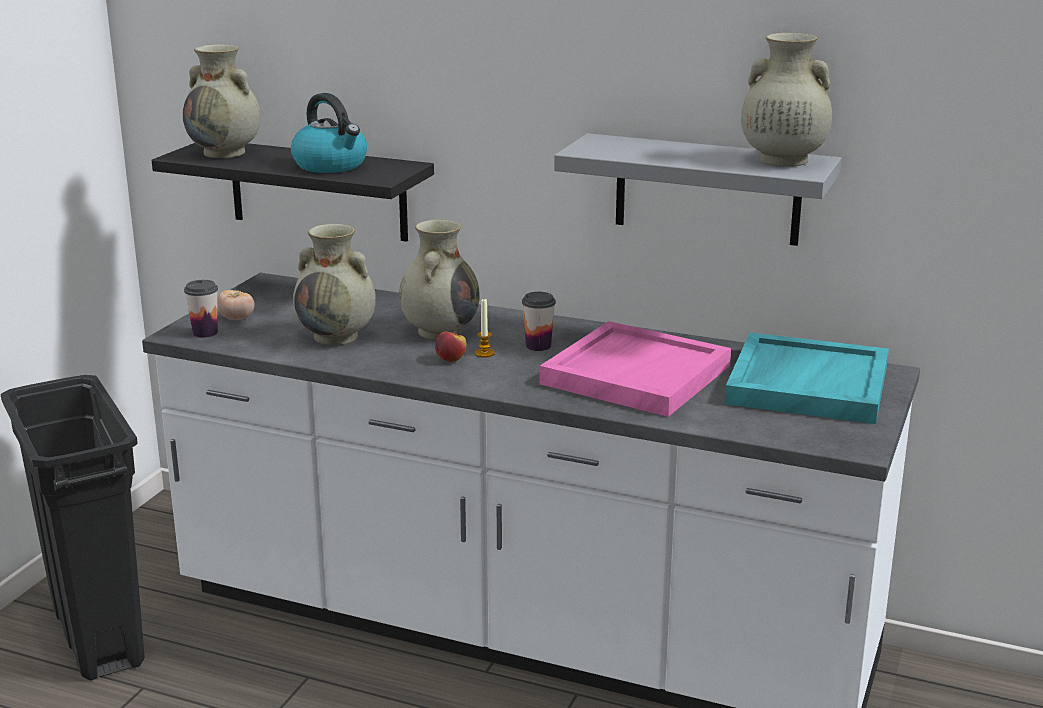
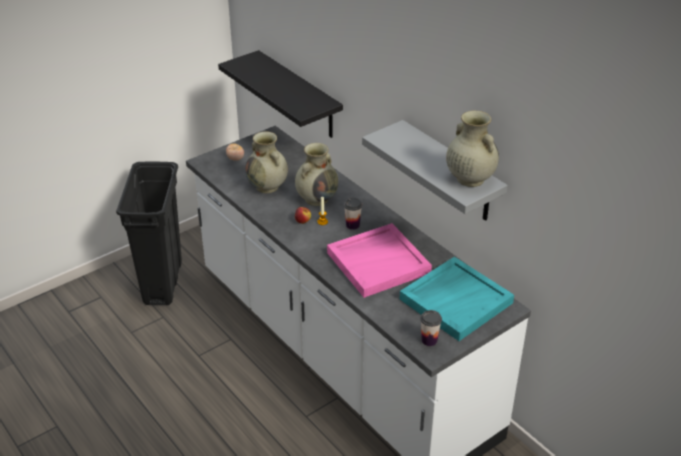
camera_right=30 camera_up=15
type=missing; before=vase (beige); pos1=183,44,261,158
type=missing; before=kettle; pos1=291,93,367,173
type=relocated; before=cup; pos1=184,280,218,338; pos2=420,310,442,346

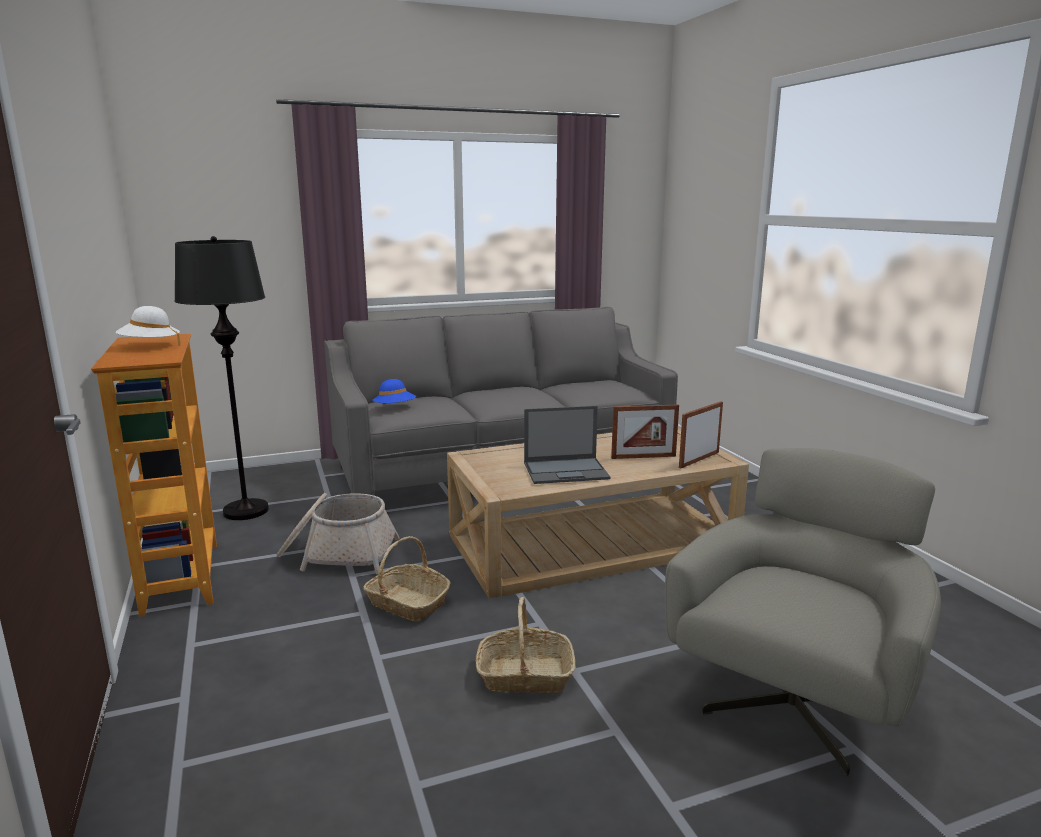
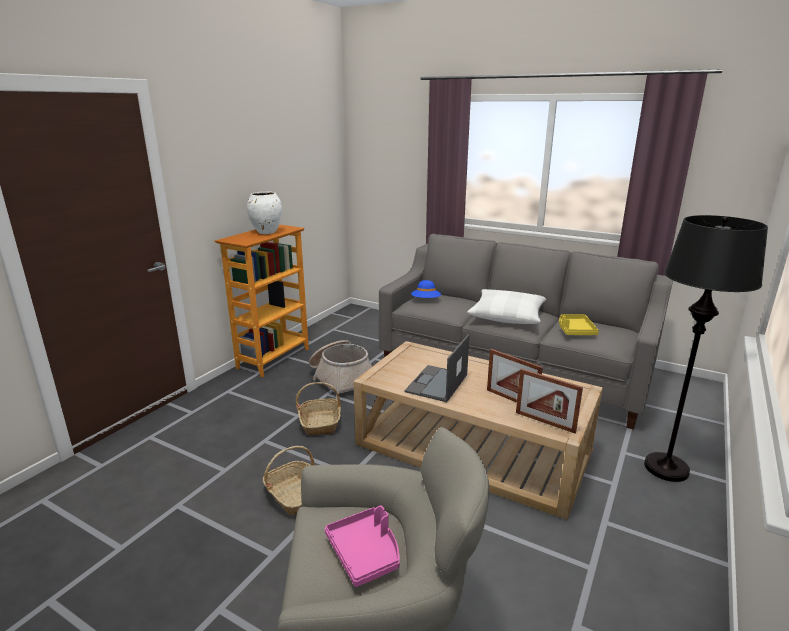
camera_right=50 camera_up=5
type=appeared; after=tray (pink); pos2=325,505,400,587
type=appeared; after=pillow (white); pos2=467,289,546,324
type=appeared; after=tray (yellow); pos2=559,314,599,335
type=relocated; before=floor lamp (black); pos1=174,236,269,520; pos2=644,215,768,482
type=exchanged; before=hat (white); after=vase (white); pos1=116,306,181,346; pos2=247,192,282,234
type=spun; before=laptop; pos1=524,406,610,484; pos2=404,334,469,402; turn=75
type=spun; before=picture frame; pos1=679,401,723,468; pos2=516,368,583,433; turn=-150

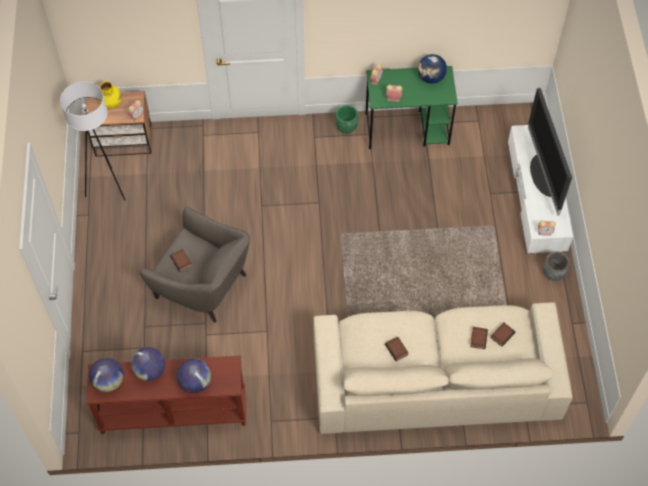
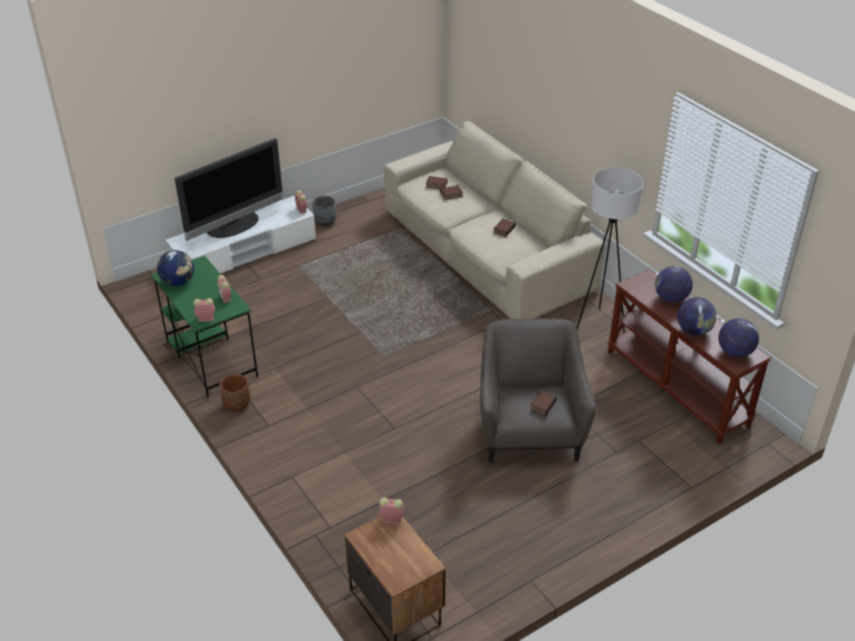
camera_right=-120 camera_up=-20
type=missing; before=vase (yellow); pos1=98,81,122,109
type=relocated; before=floor lamp (white); pos1=60,81,125,200; pos2=577,168,643,333
type=colour; before=planter (green); after=planter (brown); pos1=336,105,358,133; pos2=219,374,251,412

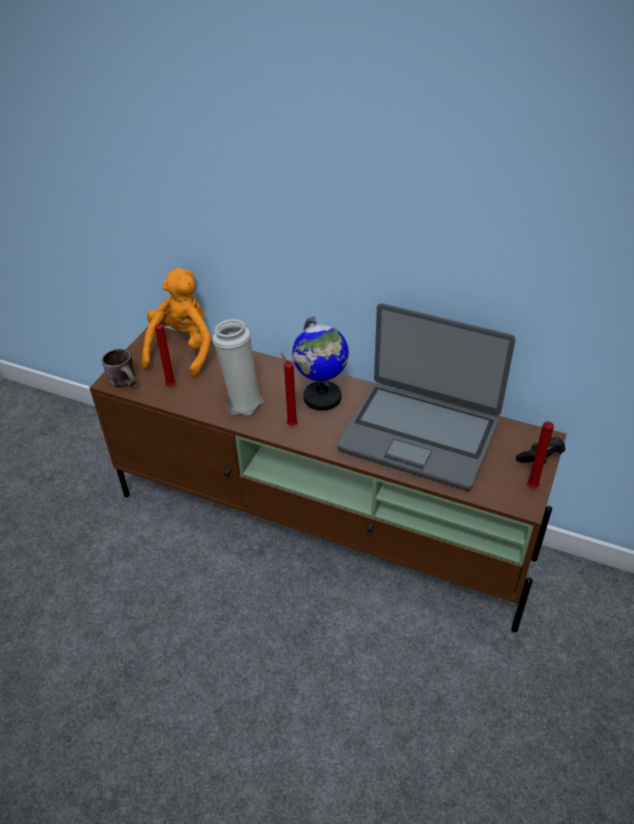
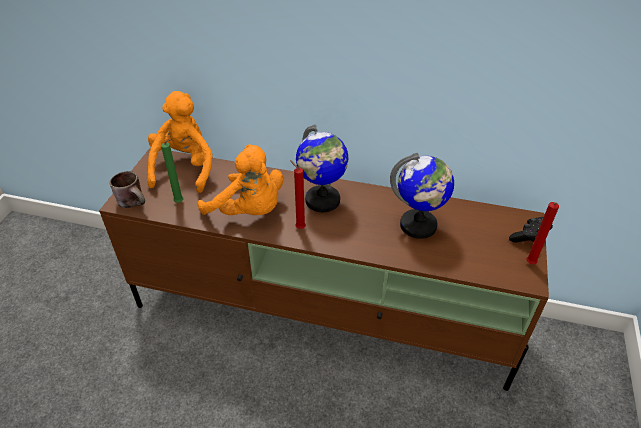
camera_right=-10 camera_up=0
type=exchanged; before=vase (white); after=plush toy (orange); pos1=212,319,264,415; pos2=198,145,283,215
type=exchanged; before=laptop; after=globe; pos1=337,303,515,491; pos2=390,153,454,239
type=colour; before=candle (red); after=candle (green); pos1=155,321,176,386; pos2=161,139,183,203

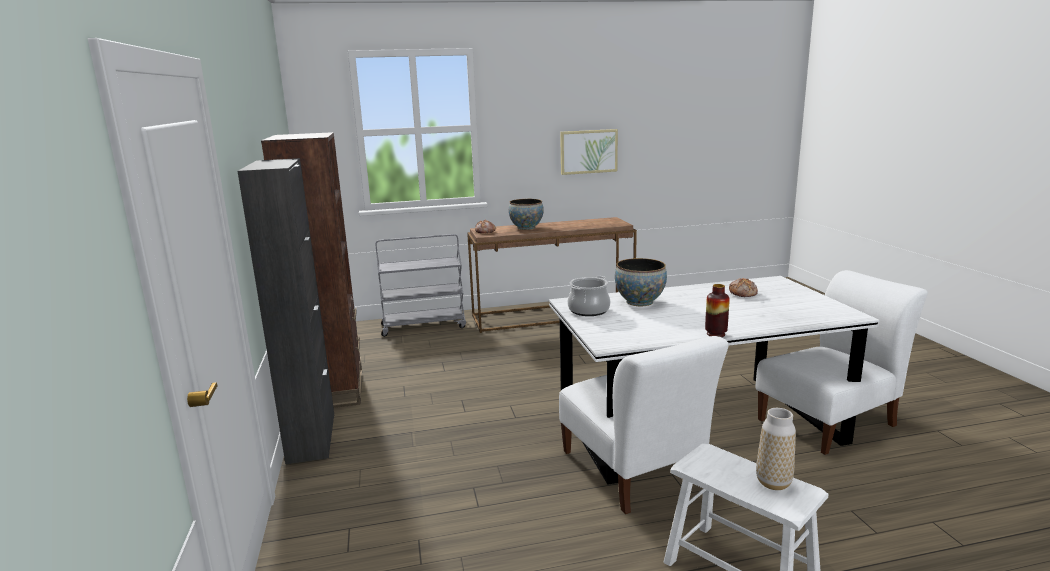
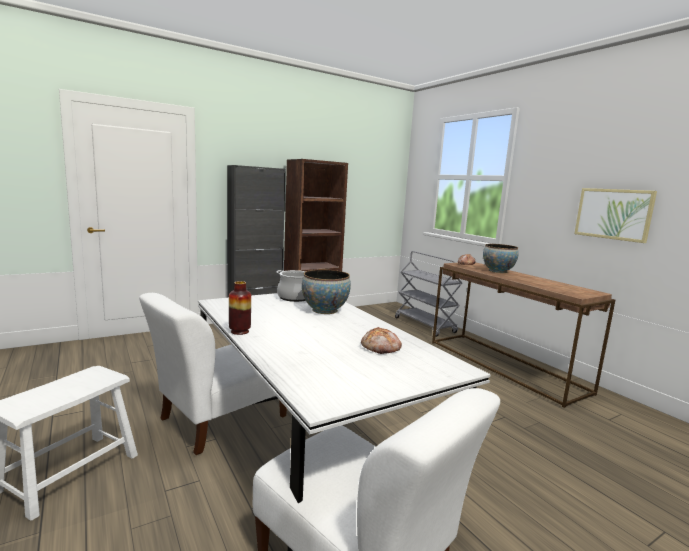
camera_right=70 camera_up=-5
type=missing; before=vase; pos1=756,408,796,490

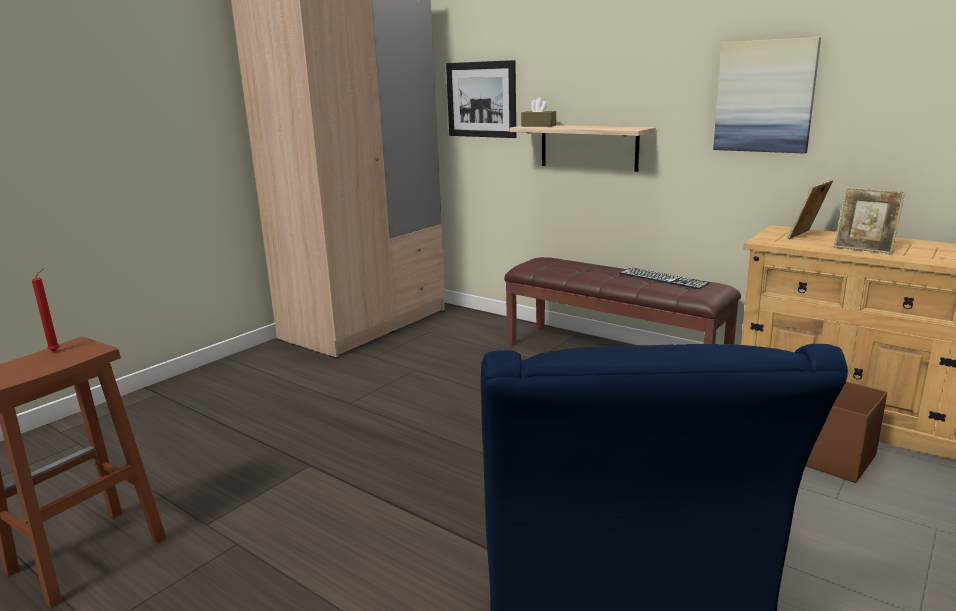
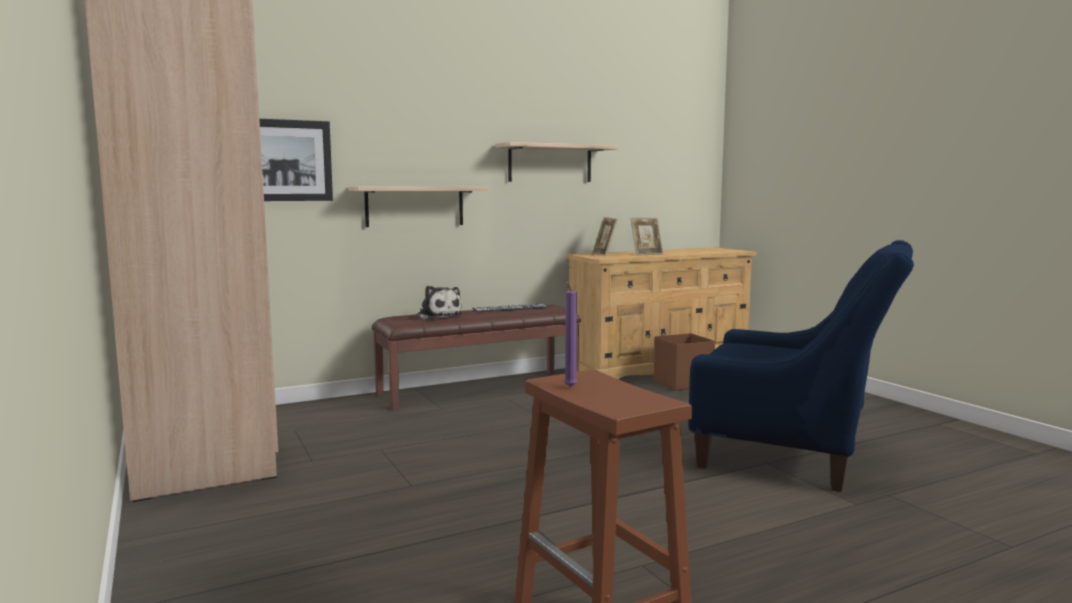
camera_right=-65 camera_up=-10
type=missing; before=tissue box (brown); pos1=521,98,556,127
type=appeared; after=plush toy; pos2=417,286,462,319
type=exchanged; before=picture; after=shelf; pos1=713,37,821,154; pos2=496,142,619,182
type=colour; before=candle (red); after=candle (purple); pos1=32,268,60,352; pos2=564,280,577,387

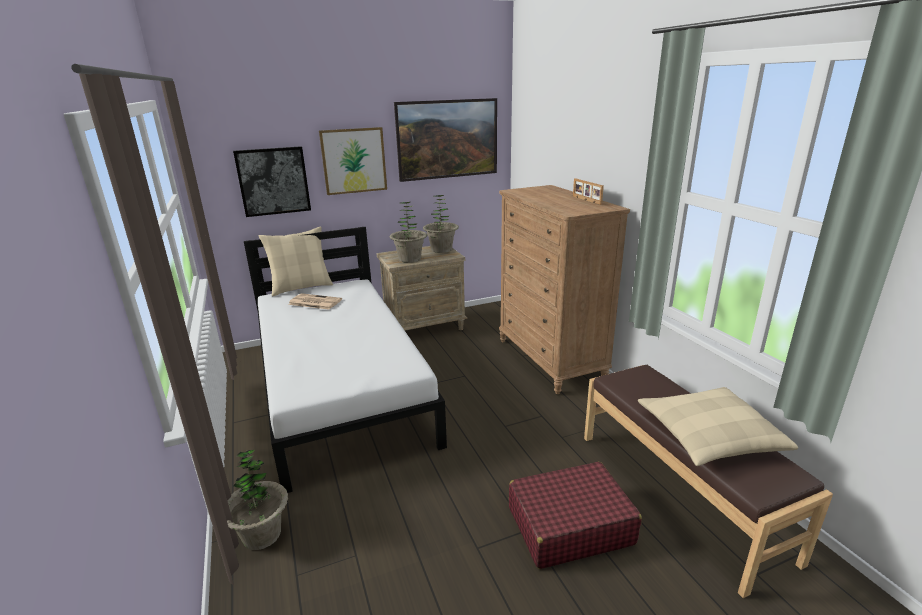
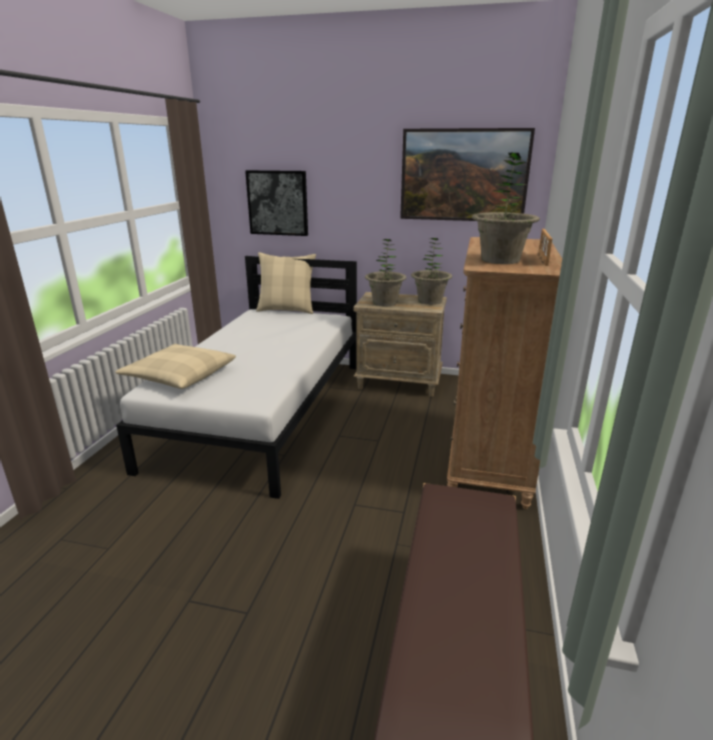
camera_right=35 camera_up=0
type=missing; before=newspaper; pos1=288,293,342,310
type=missing; before=picture; pos1=319,127,387,195
type=missing; before=suitcase (red); pos1=509,462,642,569
type=relocated; before=potted plant; pos1=227,450,288,550; pos2=472,153,540,264
type=relocated; before=pillow (beige); pos1=638,387,798,466; pos2=115,344,236,389

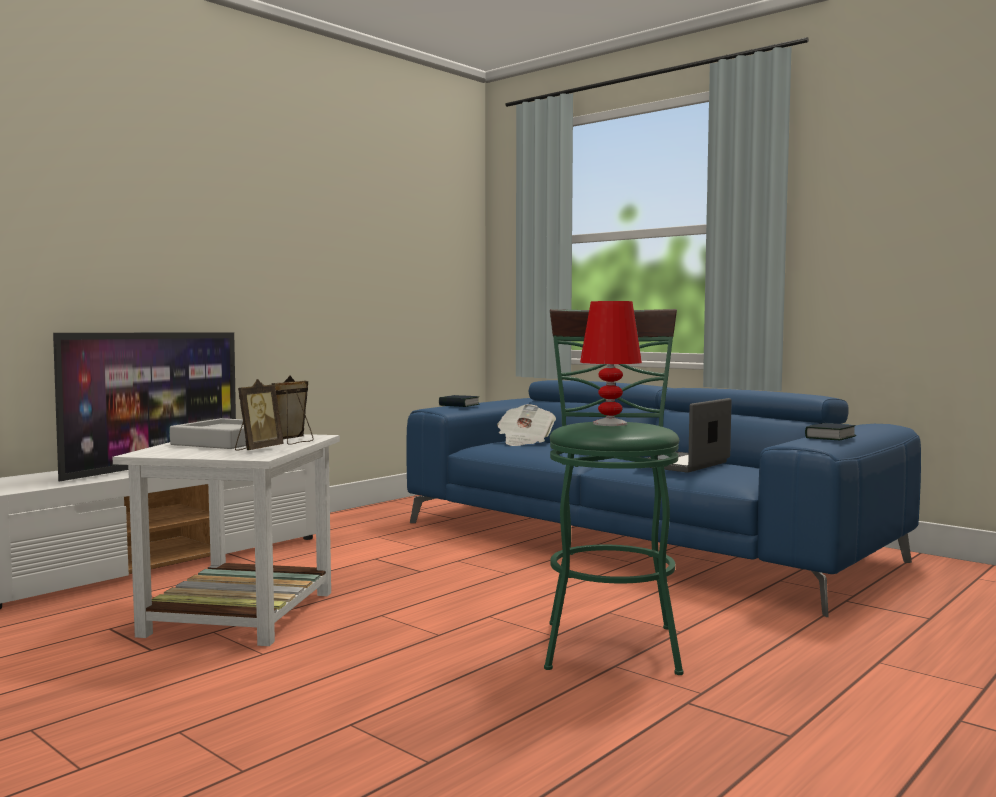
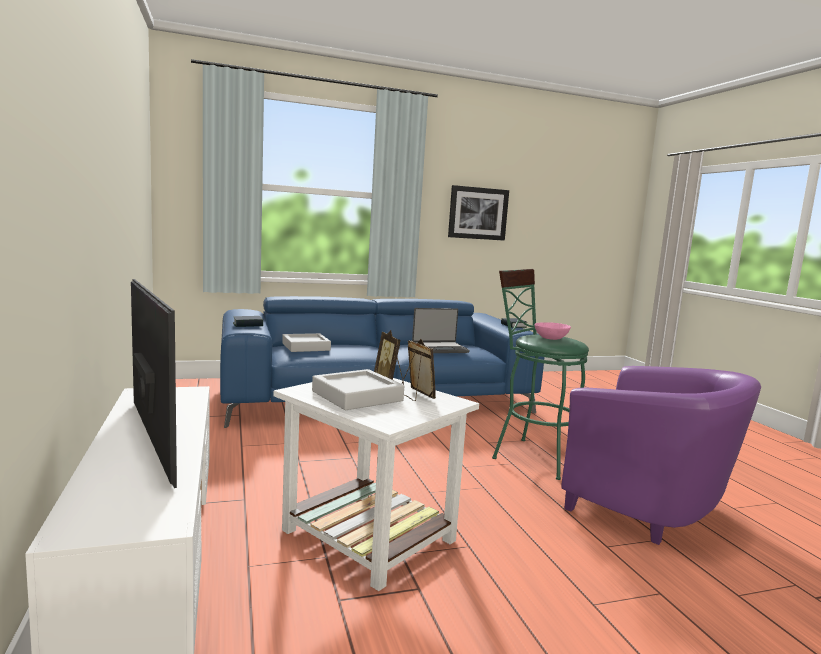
camera_right=-60 camera_up=5
type=appeared; after=picture; pos2=448,185,509,241
type=appeared; after=armchair (purple); pos2=561,366,761,545
type=exchanged; before=newspaper; after=tray (grey); pos1=497,404,556,446; pos2=282,333,331,352
type=exchanged; before=table lamp (red); after=bowl (pink); pos1=580,301,642,426; pos2=534,322,571,340
type=spun; before=laptop; pos1=648,398,732,473; pos2=412,308,470,353; turn=-90

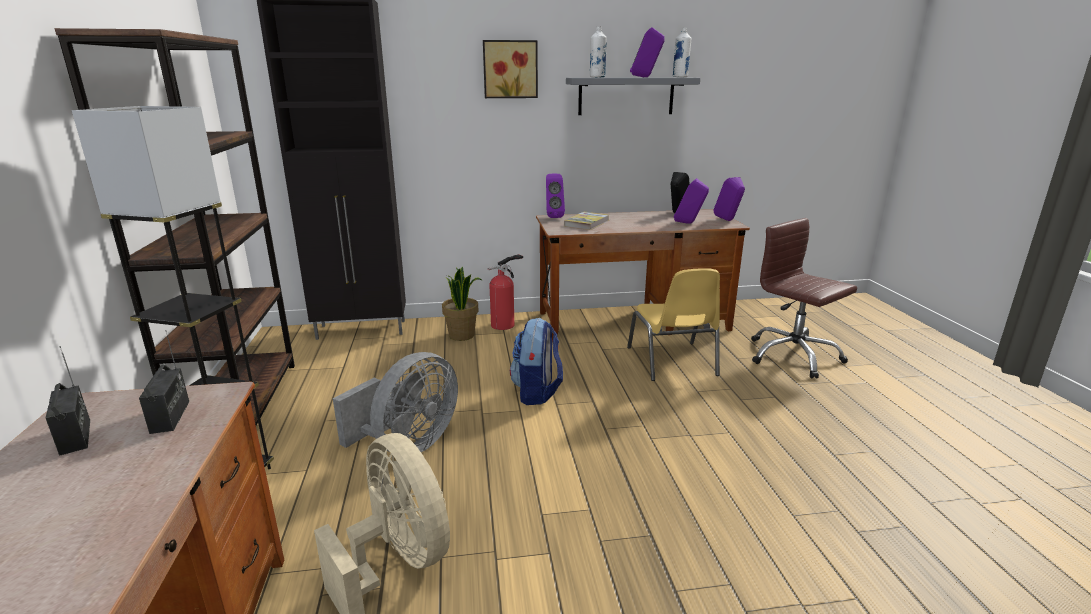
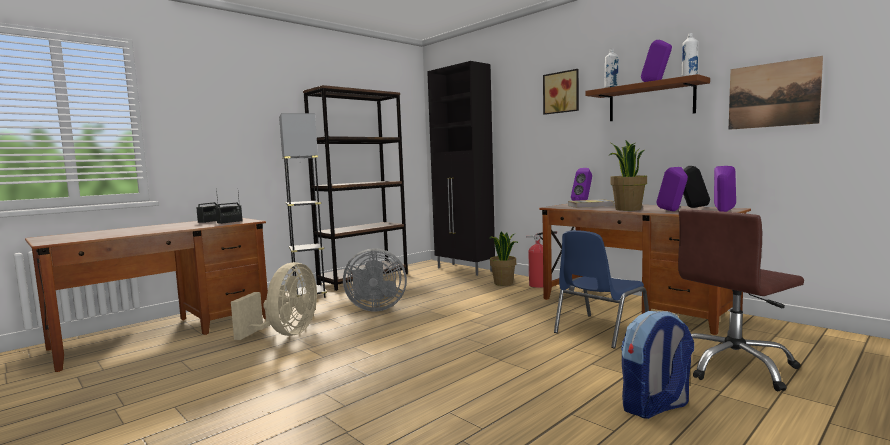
camera_right=55 camera_up=-15
type=appeared; after=potted plant; pos2=609,140,647,211
type=appeared; after=picture; pos2=728,56,823,130
type=relocated; before=backpack; pos1=510,318,563,405; pos2=621,311,694,419
type=colour; before=shelf (grey); after=shelf (brown); pos1=566,77,700,115; pos2=585,74,710,121
type=colour; before=chair (yellow); after=chair (blue); pos1=627,268,720,381; pos2=554,230,649,349
type=spun; before=office chair (brown); pos1=751,218,857,379; pos2=678,209,804,391; turn=-135

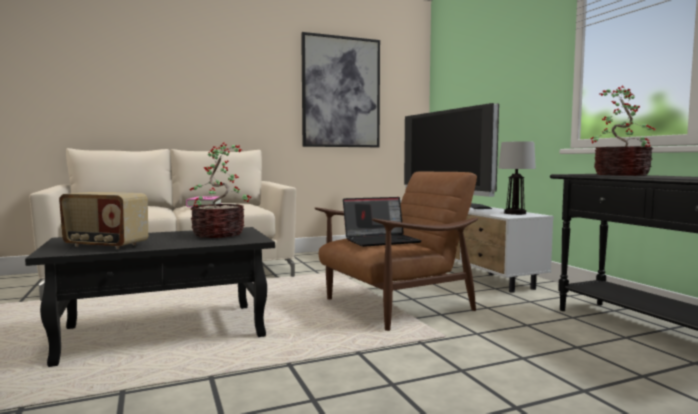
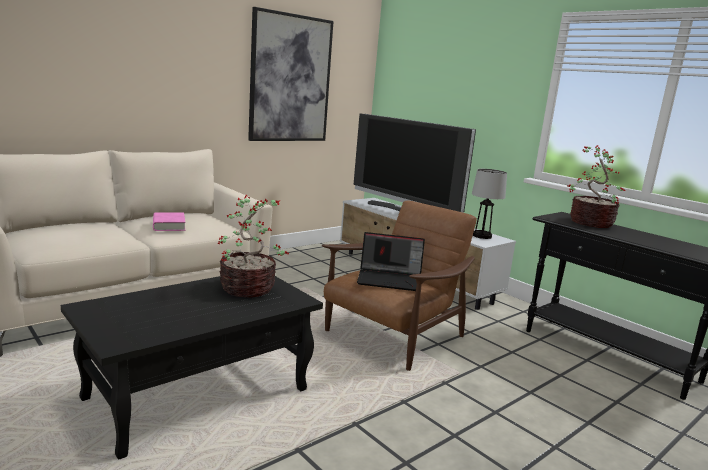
camera_right=-20 camera_up=10
type=missing; before=radio; pos1=59,192,148,249
type=spun; before=laptop; pos1=343,197,422,247; pos2=357,232,425,291; turn=45

